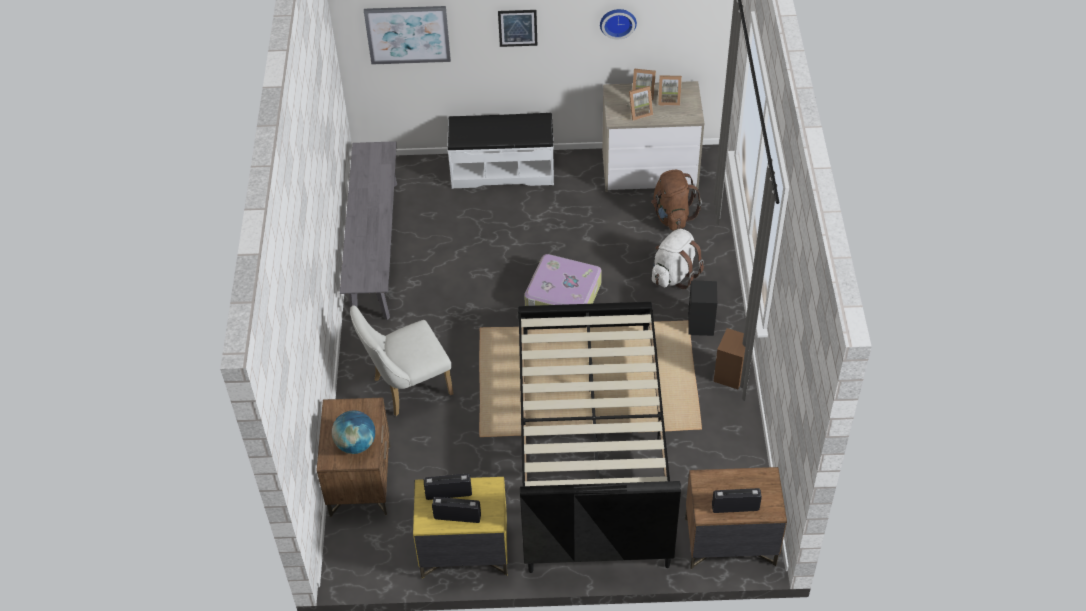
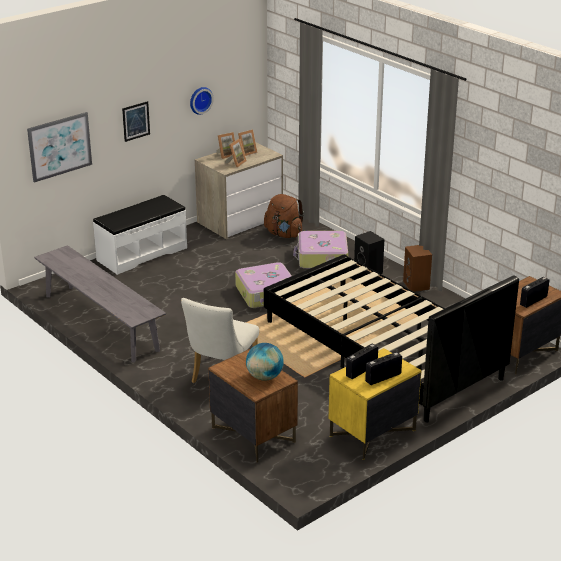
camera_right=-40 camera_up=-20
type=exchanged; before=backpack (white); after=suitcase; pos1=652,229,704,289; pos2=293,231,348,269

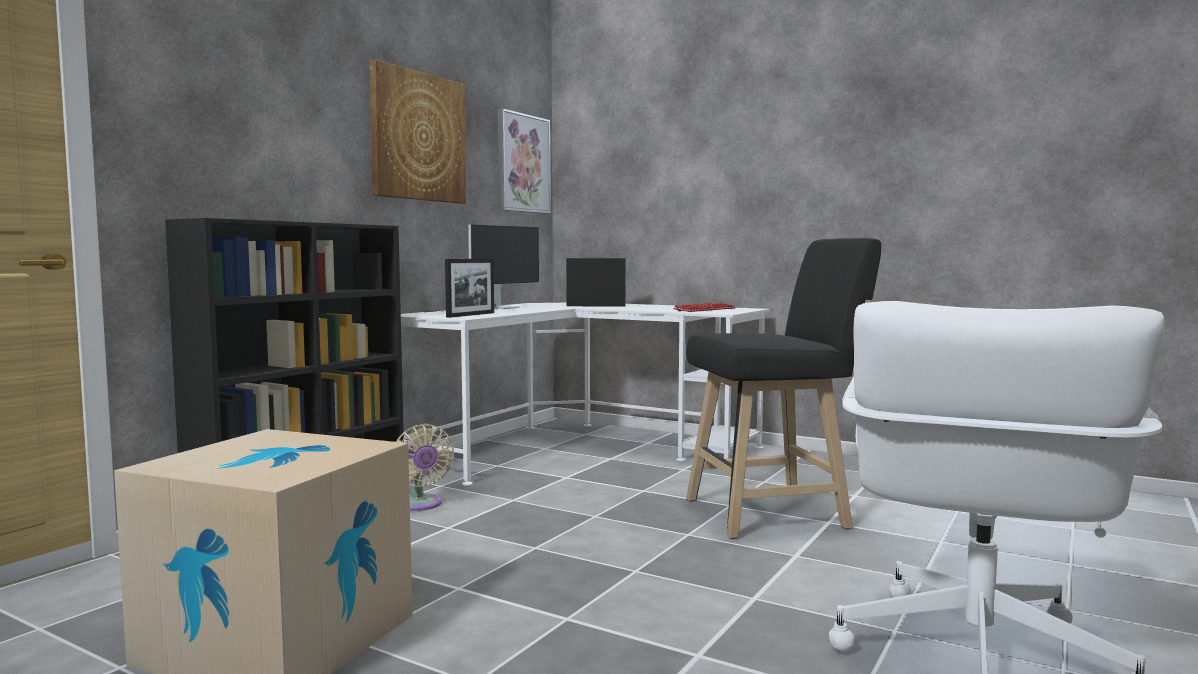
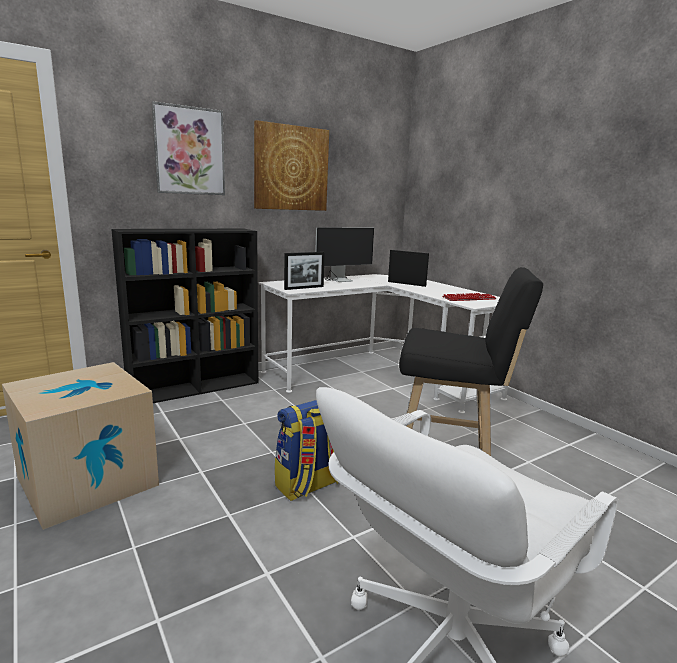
camera_right=25 camera_up=10
type=missing; before=fan (beige); pos1=396,424,454,511
type=appeared; after=backpack; pos2=275,400,338,501
type=relocated; before=picture; pos1=498,108,551,214; pos2=151,101,225,195

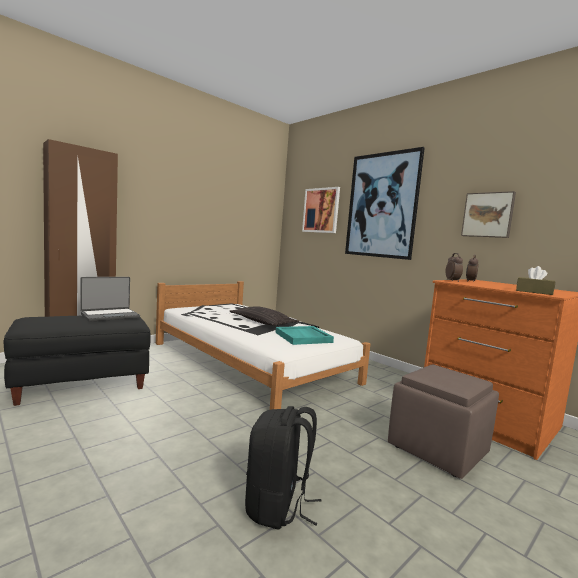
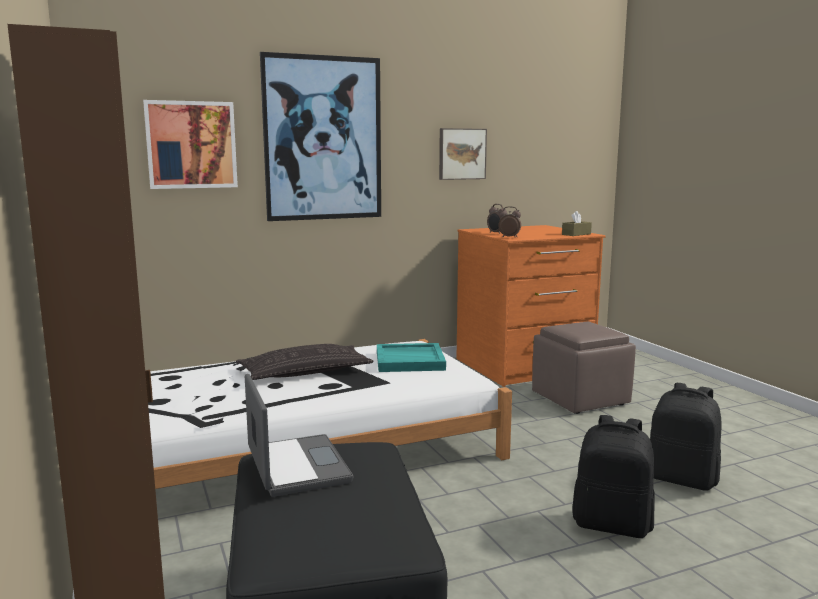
camera_right=-70 camera_up=5
type=appeared; after=backpack (black); pos2=572,415,655,538

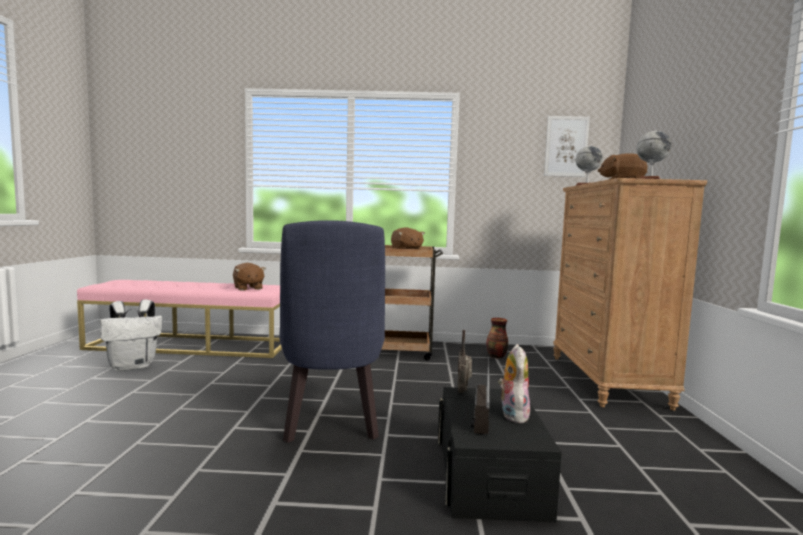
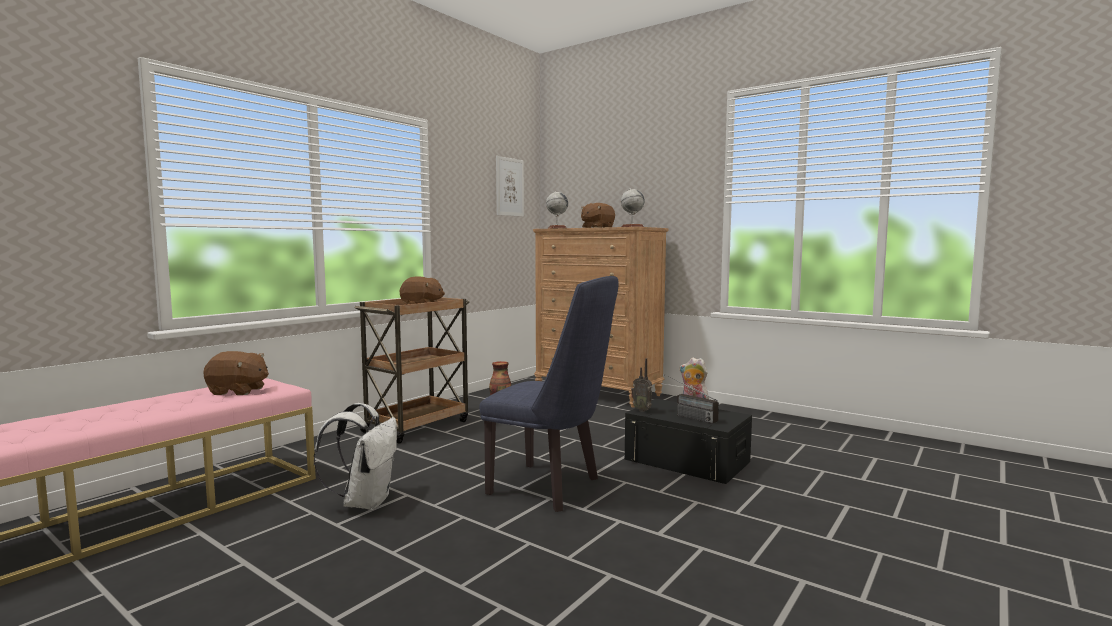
camera_right=-55 camera_up=0
type=relocated; before=backpack (white); pos1=100,299,162,371; pos2=314,403,397,510

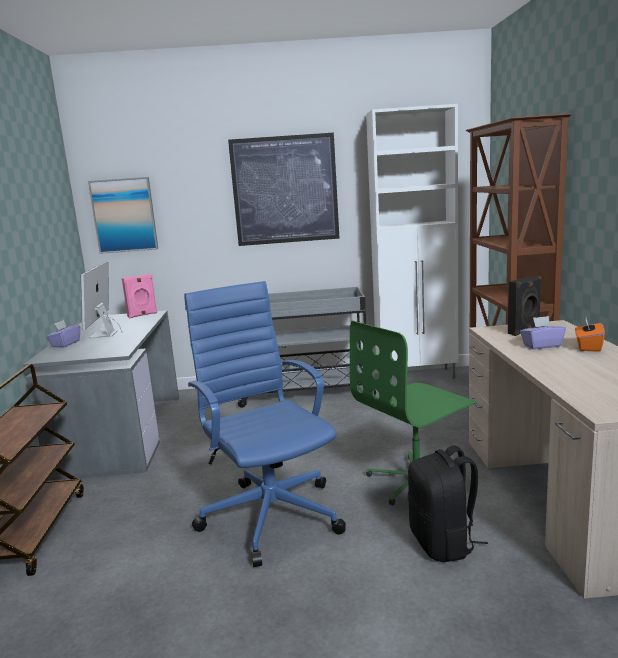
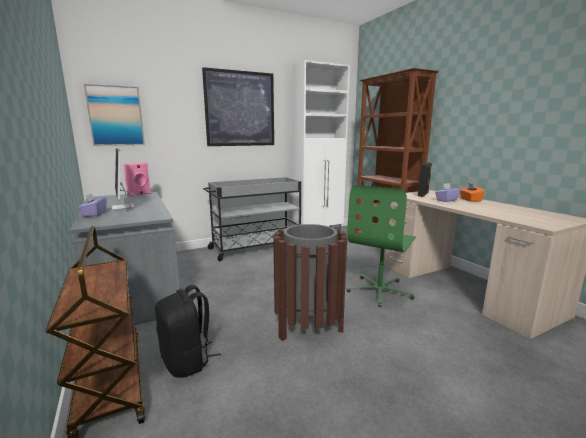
camera_right=-25 camera_up=0
type=relocated; before=backpack (black); pos1=408,446,488,562; pos2=155,285,221,378
type=exchanged; before=office chair (blue); after=trash can (brown); pos1=184,281,346,567; pos2=273,224,347,341

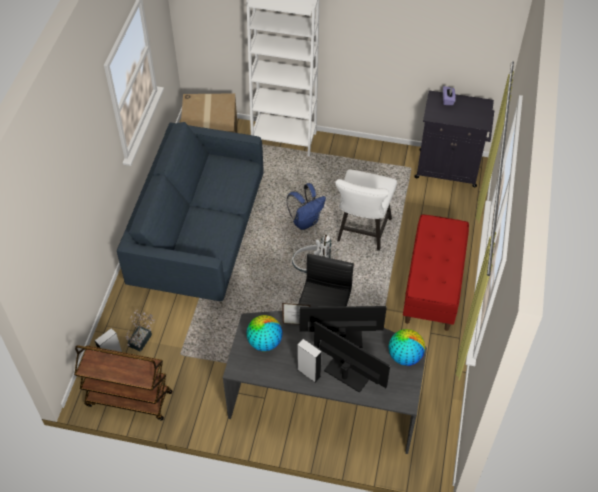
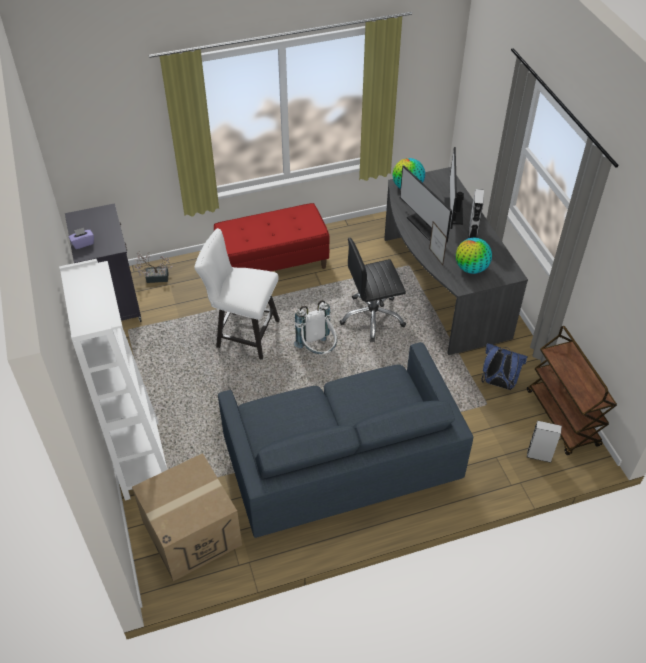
camera_right=-120 camera_up=-5
type=relocated; before=potted plant; pos1=126,310,155,352; pos2=135,251,173,283
type=relocated; before=backpack (blue); pos1=286,183,326,230; pos2=482,343,528,390
type=spun; before=chair (white); pos1=335,169,397,251; pos2=194,228,280,360; turn=-150

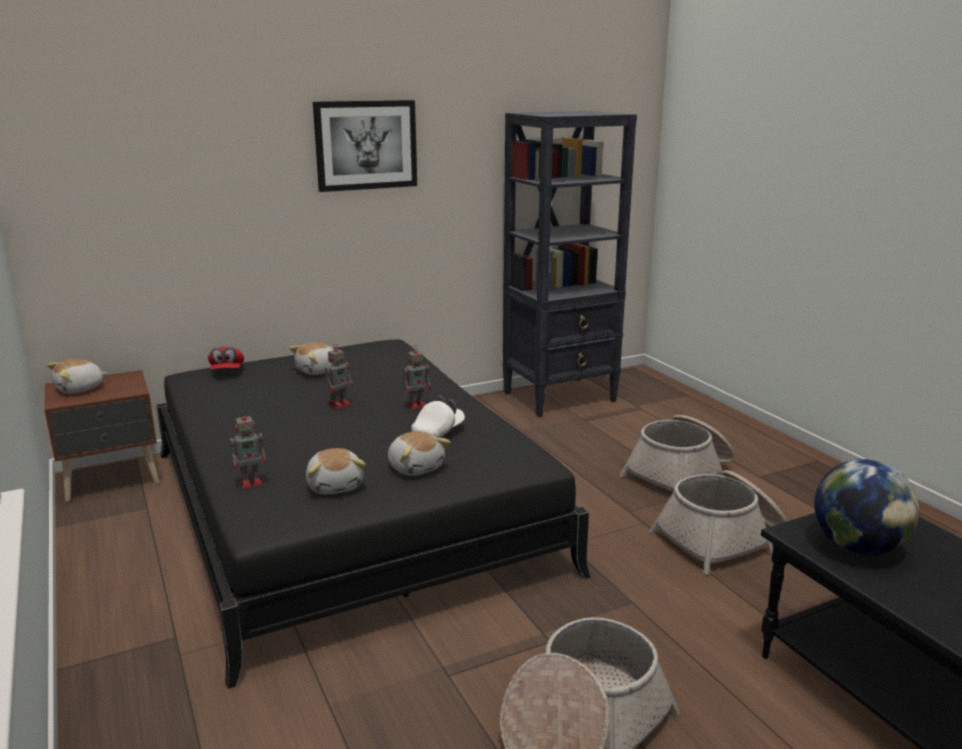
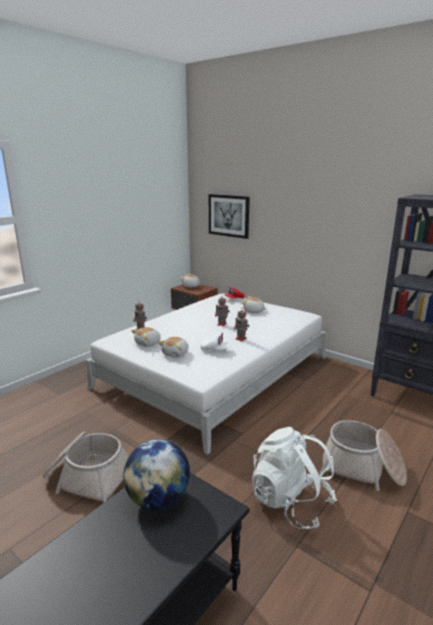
camera_right=65 camera_up=0
type=relocated; before=picture; pos1=313,100,417,192; pos2=209,194,250,239
type=exchanged; before=basket; after=backpack (white); pos1=649,470,788,575; pos2=252,427,337,529
type=colour; before=bed (black); after=bed (white); pos1=156,340,591,689; pos2=86,293,327,455

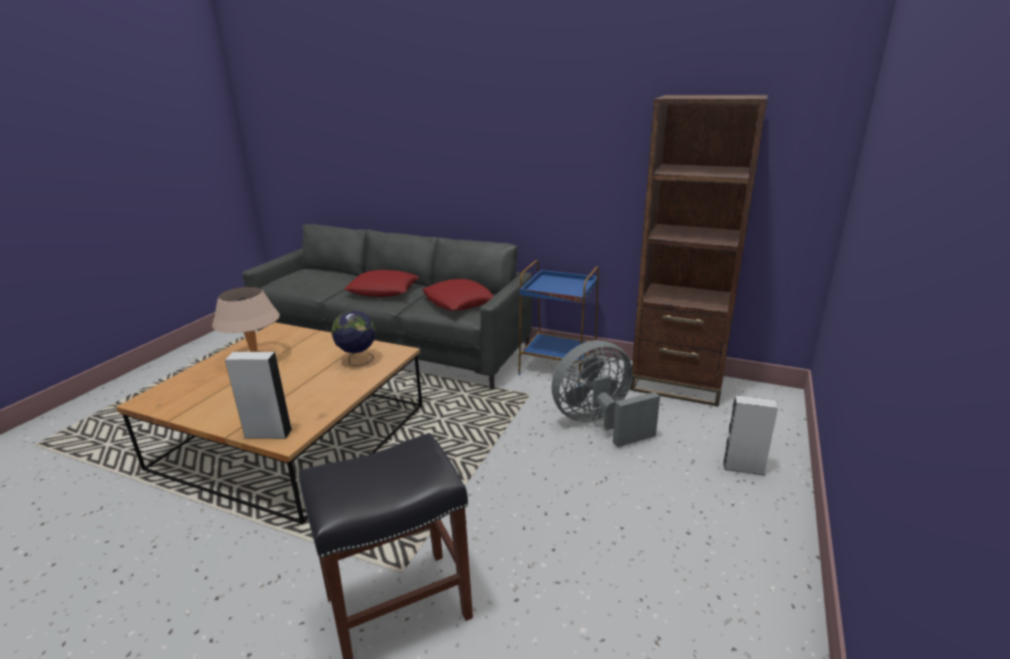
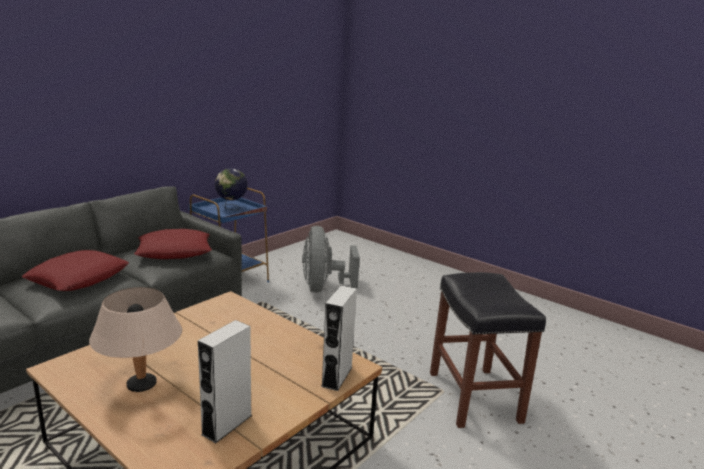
camera_right=-75 camera_up=-5
type=missing; before=bookcase (brown); pos1=630,95,768,407
type=relocated; before=globe; pos1=332,311,376,366; pos2=215,168,248,210
type=relocated; before=speaker (grey); pos1=723,395,778,476; pos2=198,320,252,443

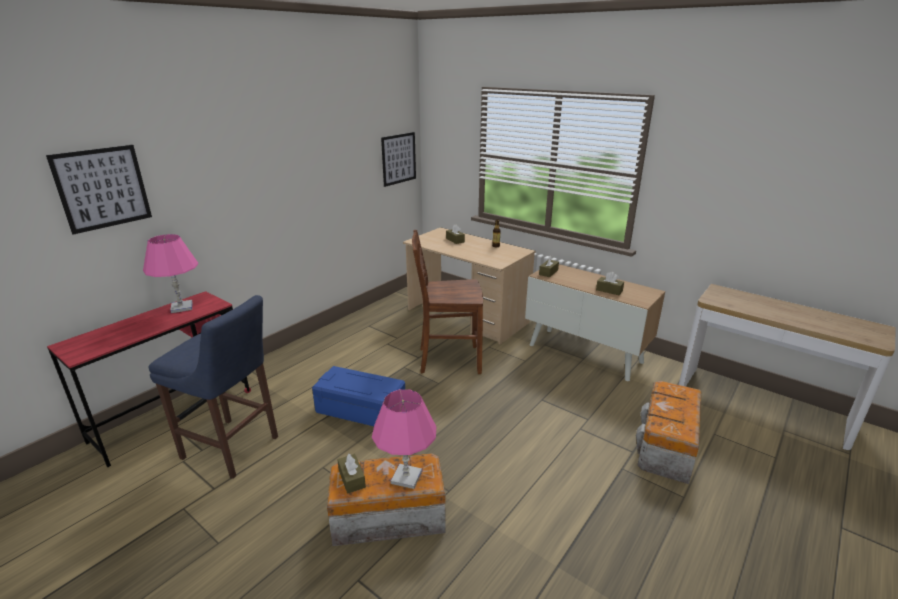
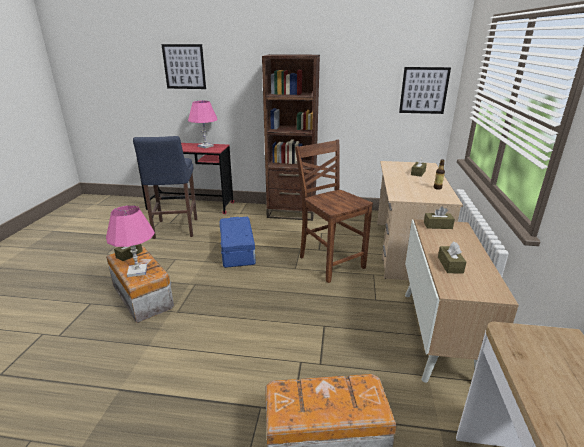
camera_right=60 camera_up=0
type=appeared; after=bookcase (brown); pos2=262,54,320,221

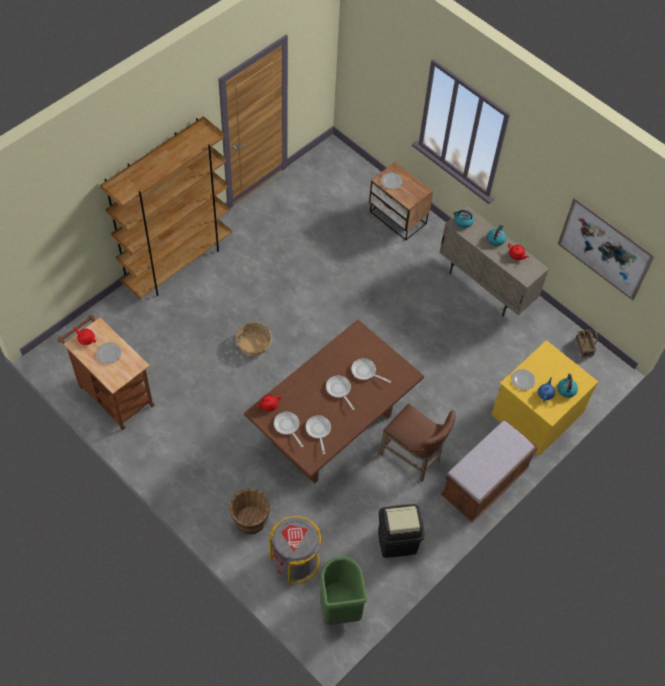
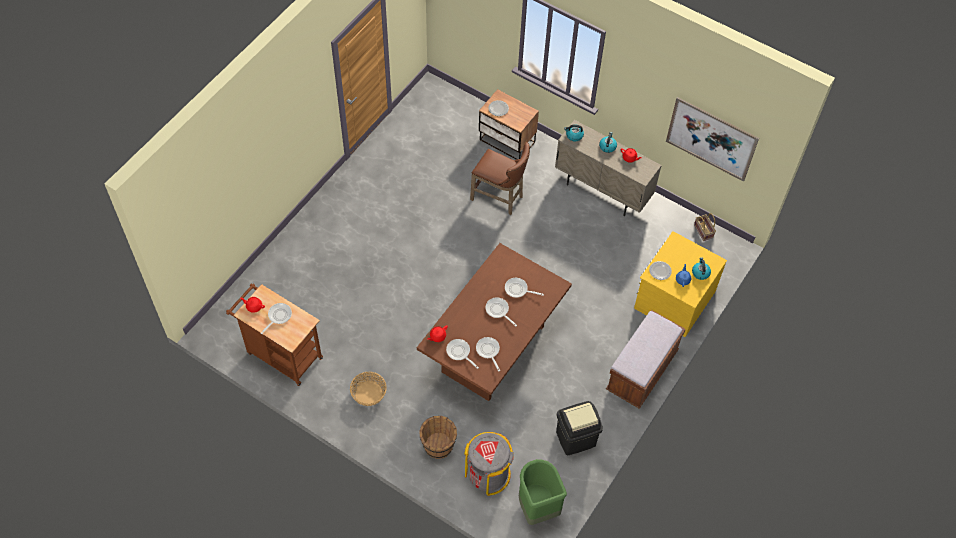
camera_right=-10 camera_up=0
type=missing; before=bookcase (brown); pos1=100,116,232,299
type=relocated; before=basket; pos1=235,322,272,356; pos2=350,372,387,406
type=relocated; before=stool (brown); pos1=379,404,455,482; pos2=470,142,530,215
type=exchanged; before=plate; after=frying pan; pos1=96,343,121,364; pos2=261,303,292,334

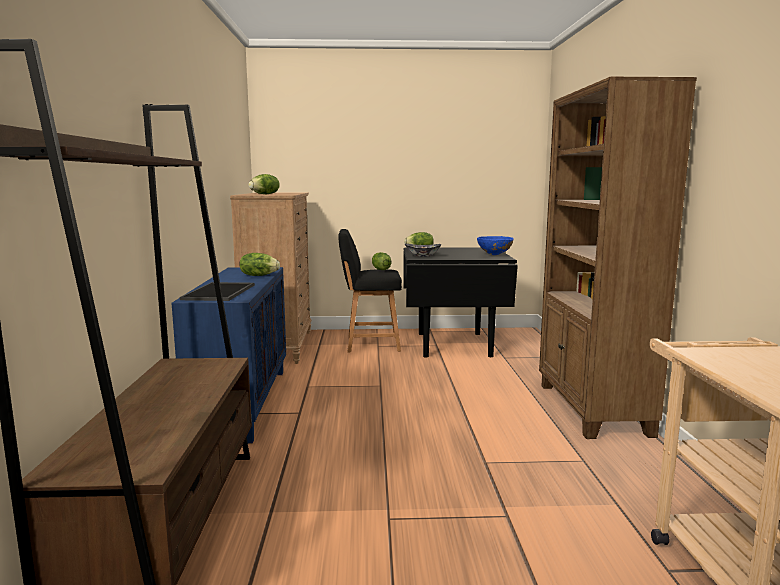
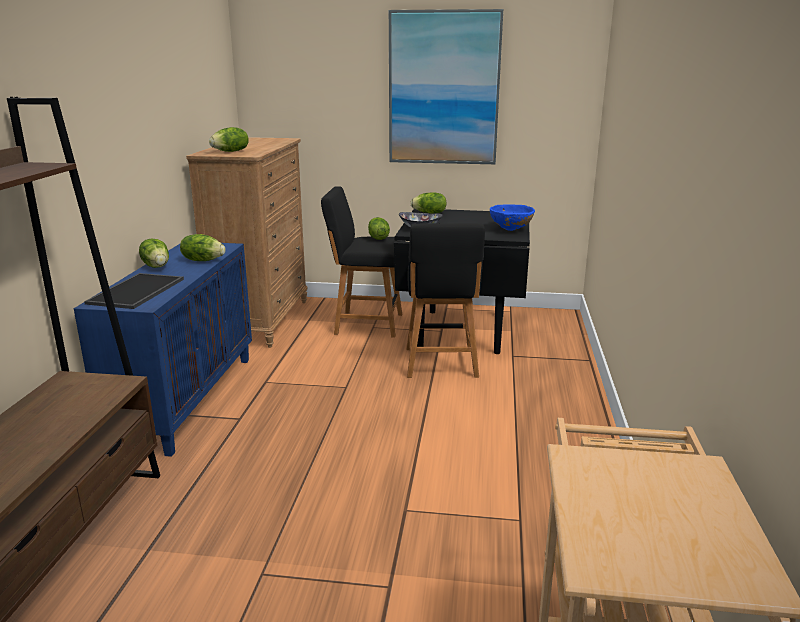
camera_right=10 camera_up=10
type=missing; before=bookcase (brown); pos1=539,77,697,439
type=appeared; after=lettuce; pos2=139,239,169,268
type=appeared; after=picture; pos2=389,9,503,164
type=appeared; after=stool (black); pos2=406,223,485,378

